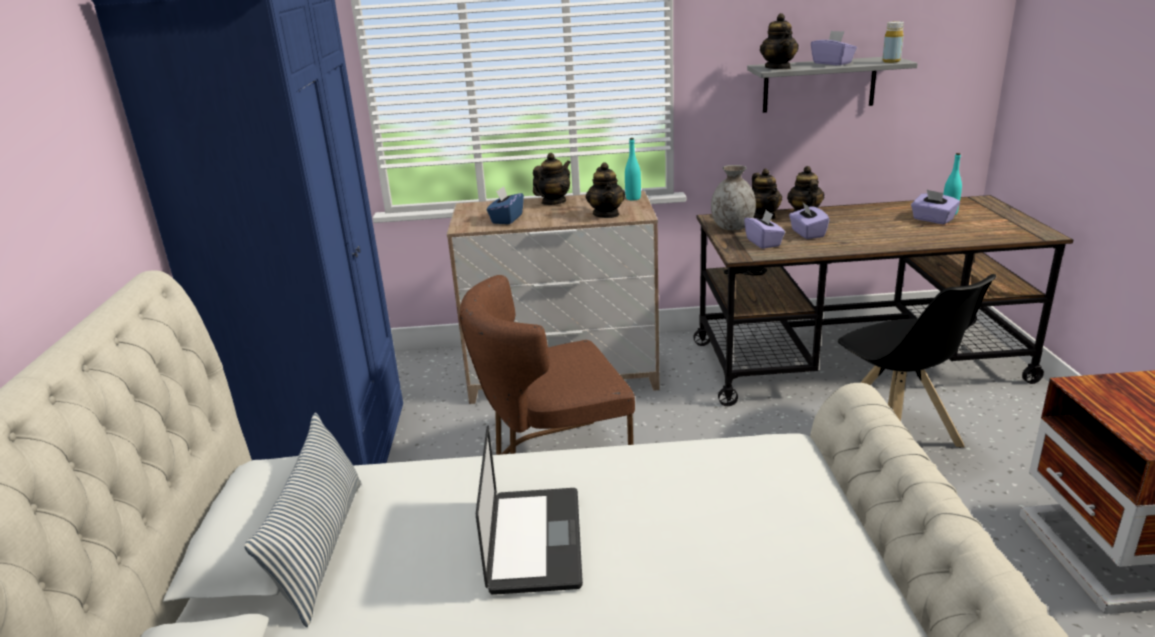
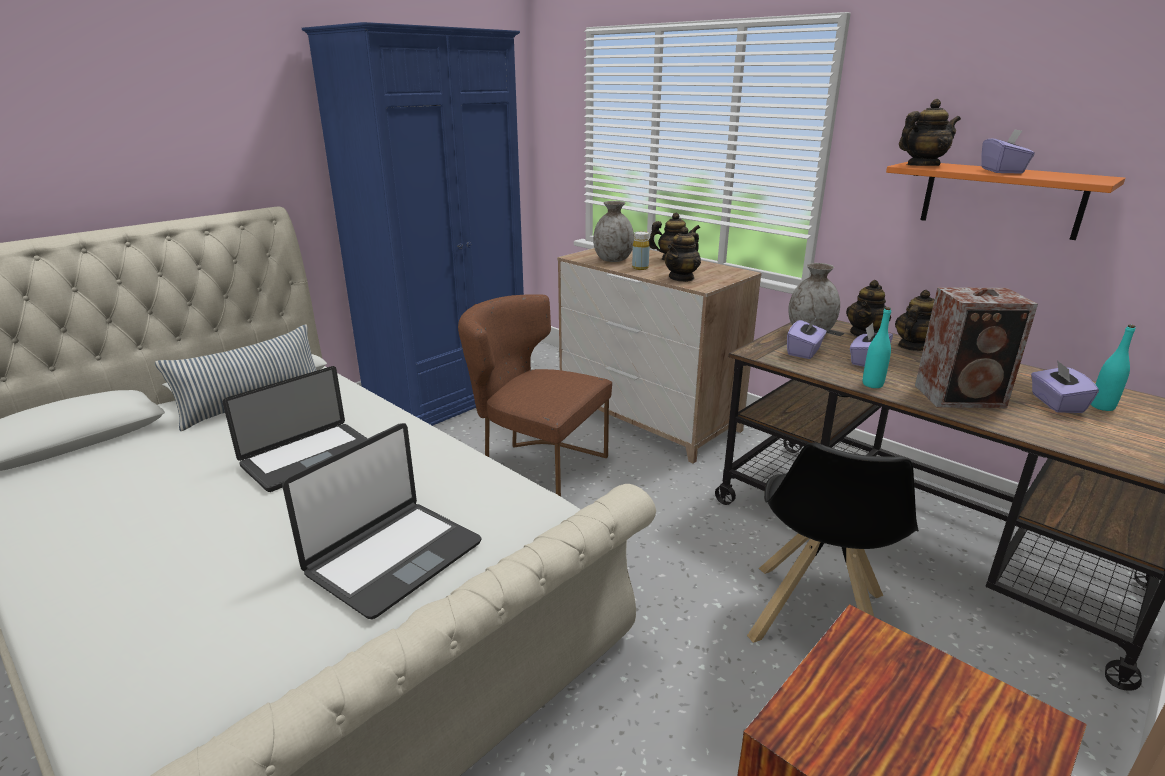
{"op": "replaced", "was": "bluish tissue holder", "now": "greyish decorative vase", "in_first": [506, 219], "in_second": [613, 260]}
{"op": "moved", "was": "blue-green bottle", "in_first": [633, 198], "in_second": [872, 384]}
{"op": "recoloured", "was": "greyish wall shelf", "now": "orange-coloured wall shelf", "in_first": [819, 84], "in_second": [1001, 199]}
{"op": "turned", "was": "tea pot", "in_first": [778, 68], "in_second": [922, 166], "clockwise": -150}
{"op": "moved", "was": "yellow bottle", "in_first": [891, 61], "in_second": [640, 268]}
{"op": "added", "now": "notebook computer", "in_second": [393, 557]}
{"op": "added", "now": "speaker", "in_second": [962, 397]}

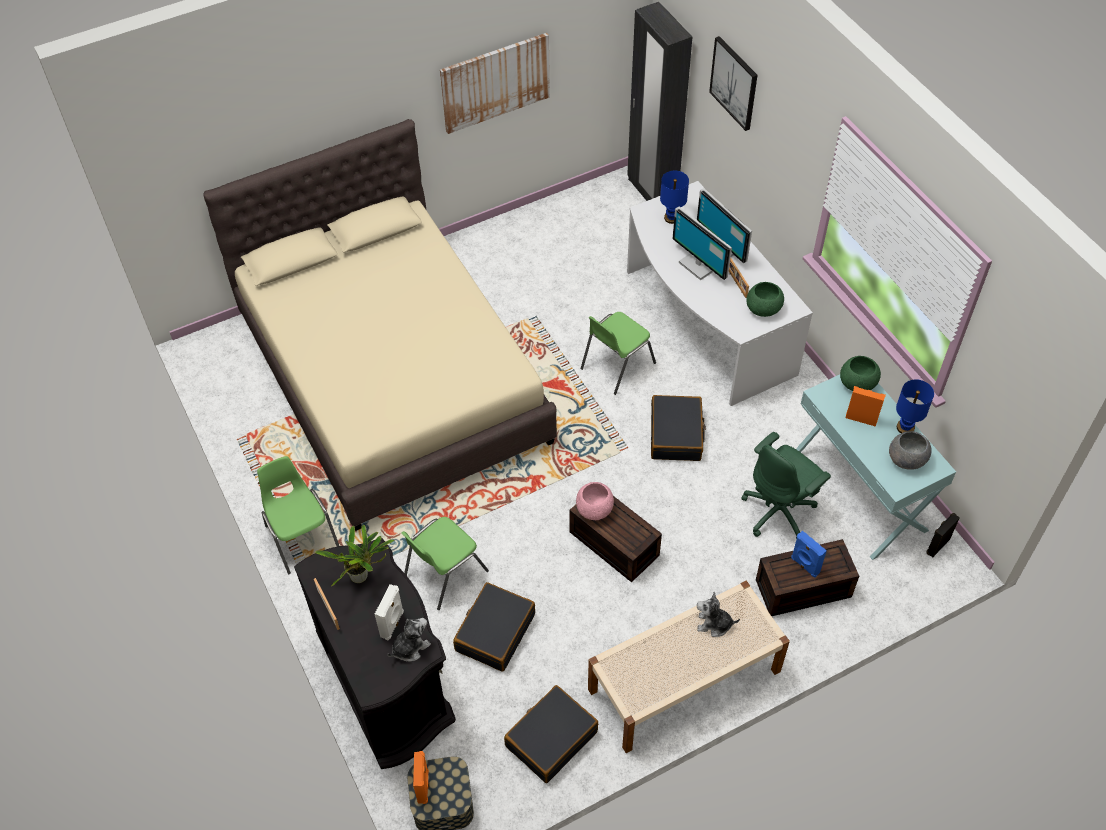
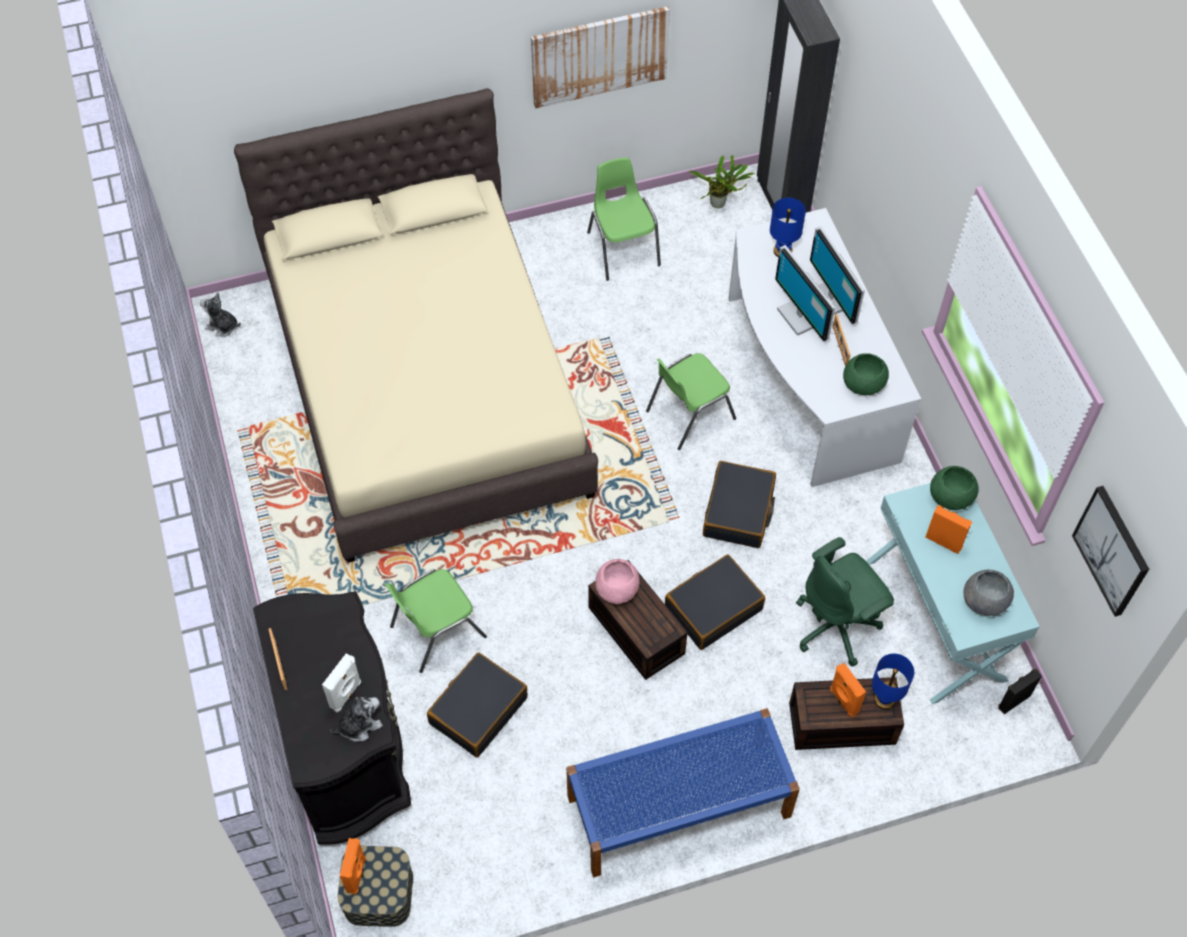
{"op": "moved", "was": "green-coloured plain chair", "in_first": [301, 537], "in_second": [622, 248]}
{"op": "moved", "was": "plant in a pot", "in_first": [362, 576], "in_second": [720, 204]}
{"op": "moved", "was": "blackish piece of luggage", "in_first": [551, 738], "in_second": [713, 608]}
{"op": "recoloured", "was": "sand-coloured bench", "now": "bluish bench", "in_first": [684, 681], "in_second": [679, 807]}
{"op": "moved", "was": "soft toy", "in_first": [714, 624], "in_second": [223, 326]}
{"op": "moved", "was": "wall picture", "in_first": [734, 83], "in_second": [1112, 550]}
{"op": "recoloured", "was": "bluish speaker", "now": "orange-coloured speaker", "in_first": [804, 566], "in_second": [843, 701]}
{"op": "moved", "was": "bluish lamp for a table", "in_first": [905, 428], "in_second": [884, 700]}

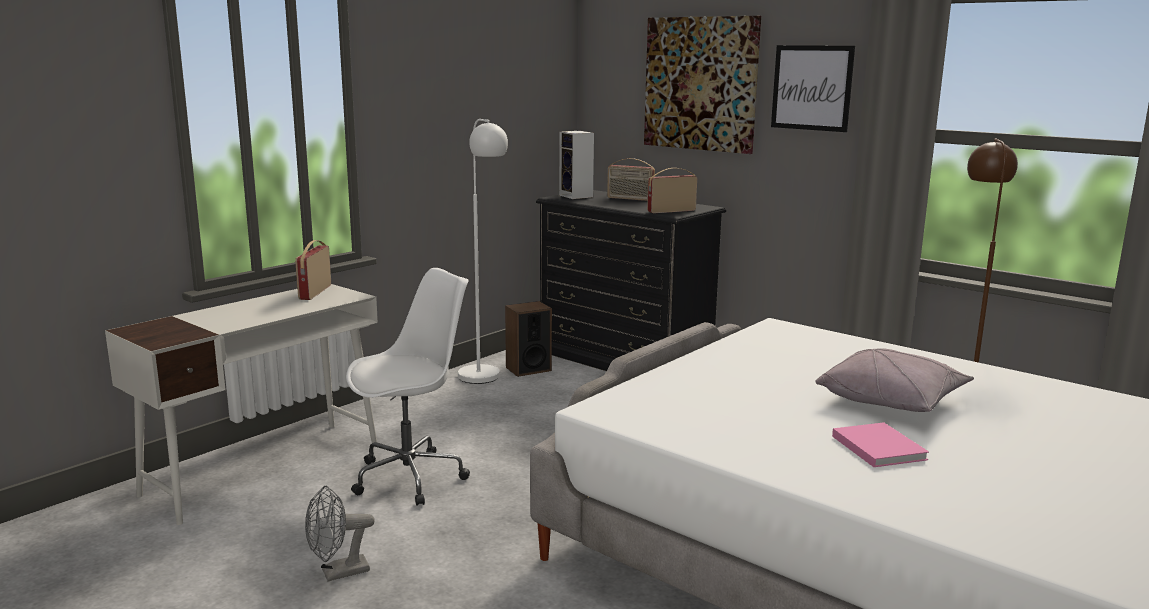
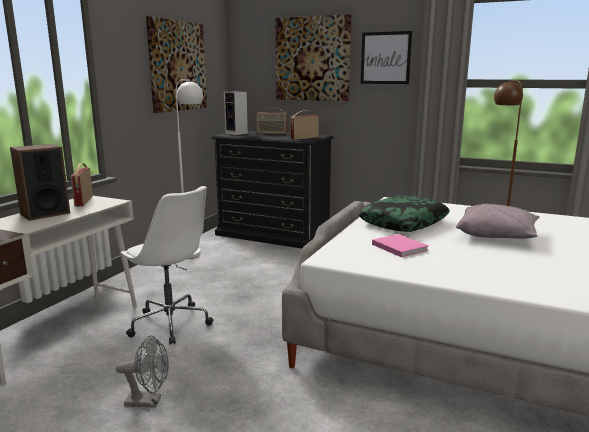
{"op": "turned", "was": "greyish electric fan", "in_first": [338, 573], "in_second": [149, 401], "clockwise": -135}
{"op": "turned", "was": "whitish office chair", "in_first": [411, 477], "in_second": [172, 325], "clockwise": 90}
{"op": "moved", "was": "speaker", "in_first": [528, 369], "in_second": [45, 213]}
{"op": "moved", "was": "pinkish bound book", "in_first": [877, 446], "in_second": [398, 247]}
{"op": "added", "now": "wall picture", "in_second": [177, 66]}
{"op": "added", "now": "throw pillow", "in_second": [404, 222]}

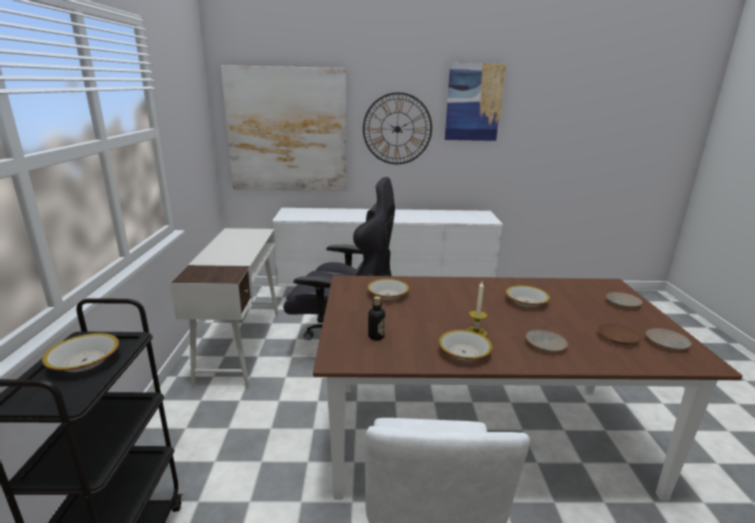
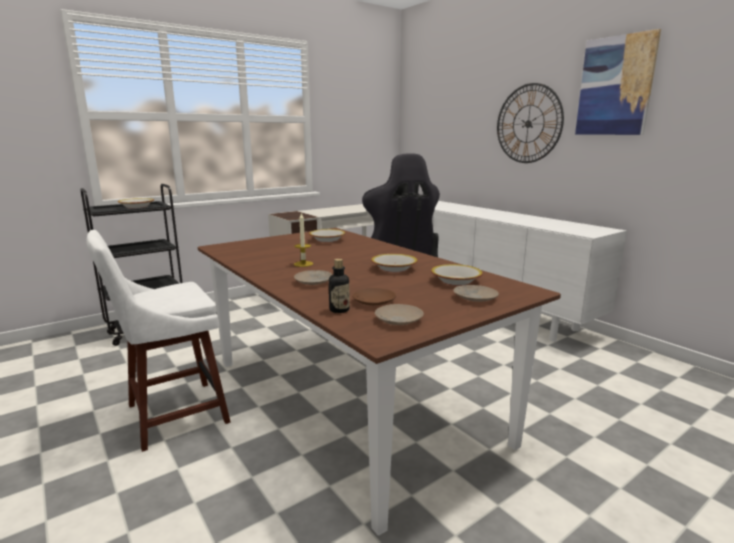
{"op": "removed", "was": "wall picture", "in_first": [287, 131]}
{"op": "moved", "was": "bottle", "in_first": [376, 336], "in_second": [339, 310]}
{"op": "moved", "was": "serving bowl", "in_first": [463, 352], "in_second": [456, 281]}

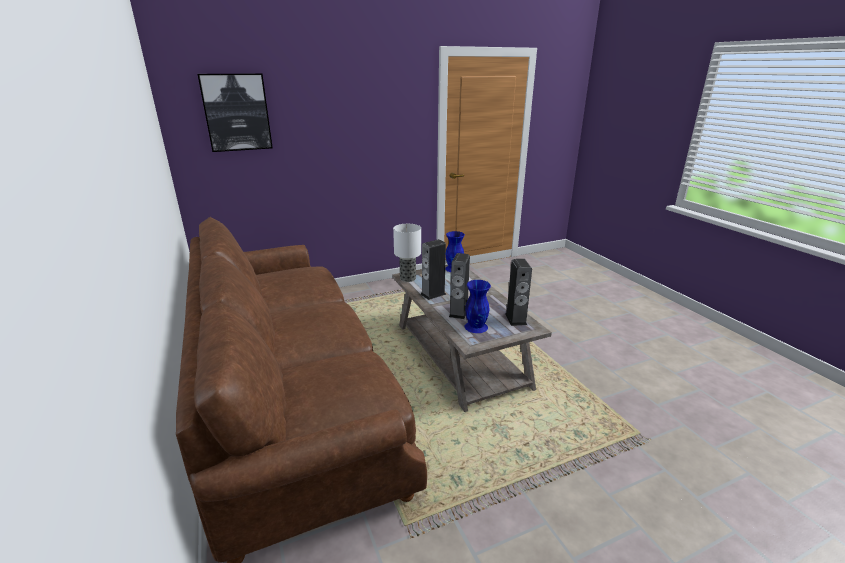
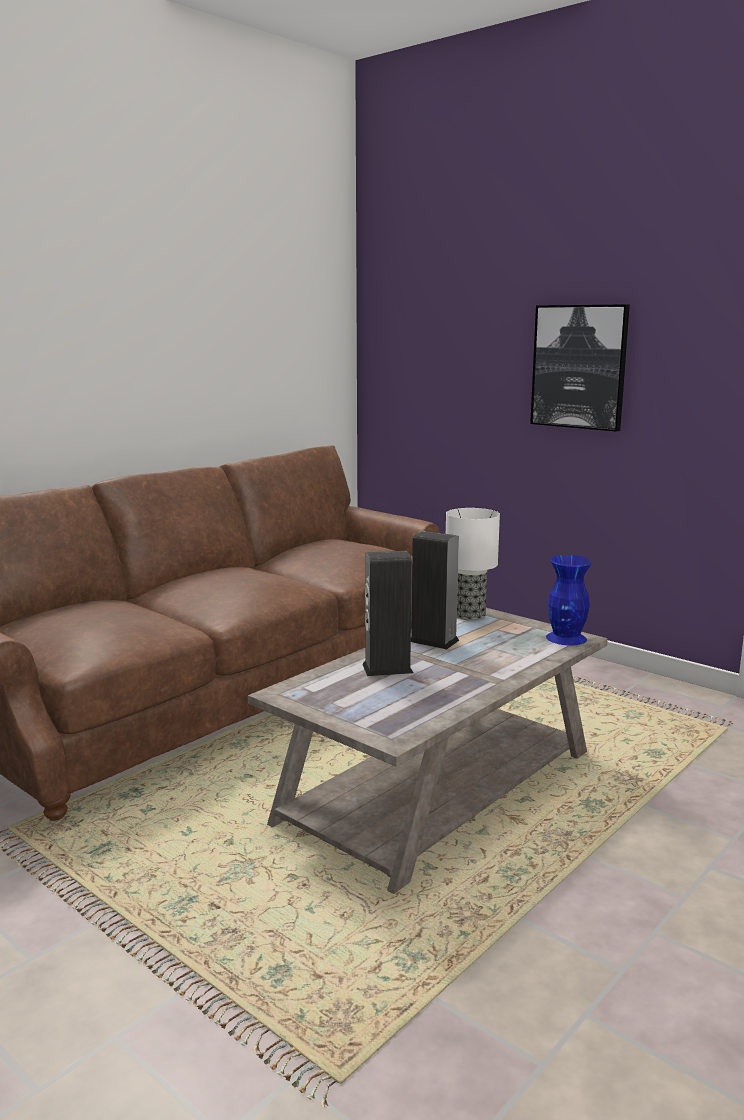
{"op": "moved", "was": "wall picture", "in_first": [236, 112], "in_second": [579, 367]}
{"op": "removed", "was": "bluish decorative vase", "in_first": [476, 326]}
{"op": "removed", "was": "speaker", "in_first": [516, 319]}

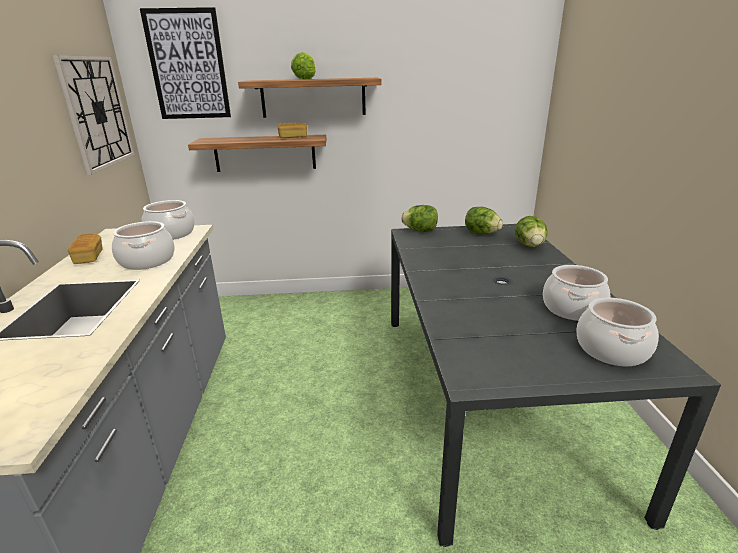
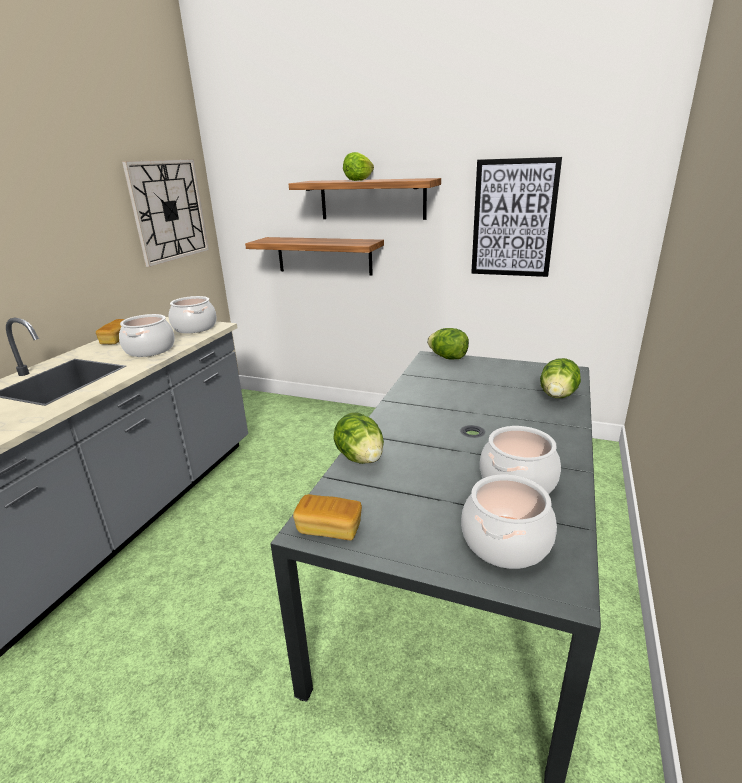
{"op": "moved", "was": "wall picture", "in_first": [188, 65], "in_second": [513, 219]}
{"op": "moved", "was": "bakery bread", "in_first": [293, 137], "in_second": [329, 529]}
{"op": "moved", "was": "lettuce", "in_first": [481, 233], "in_second": [360, 458]}

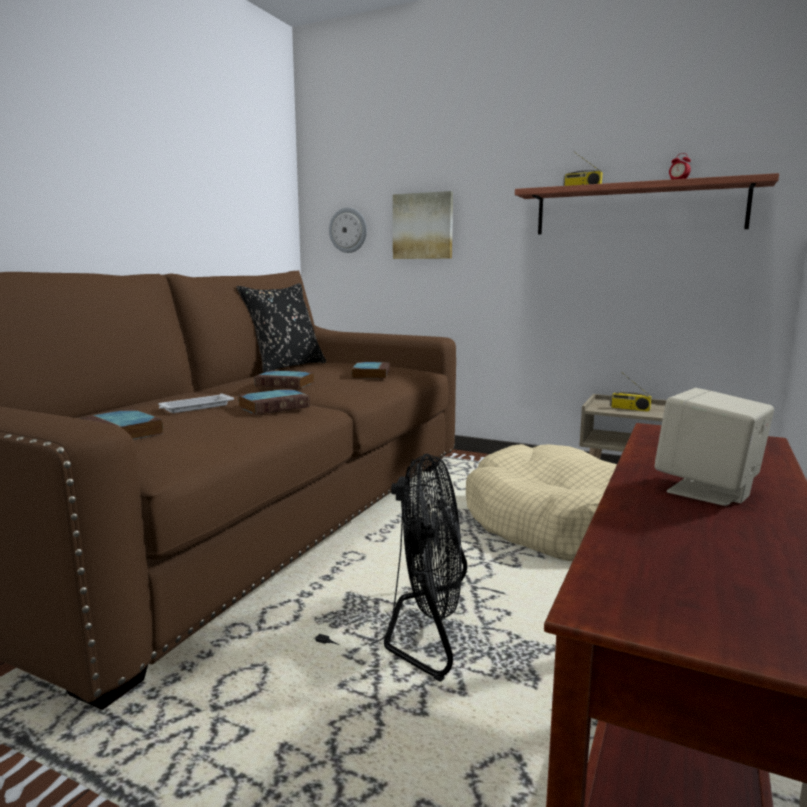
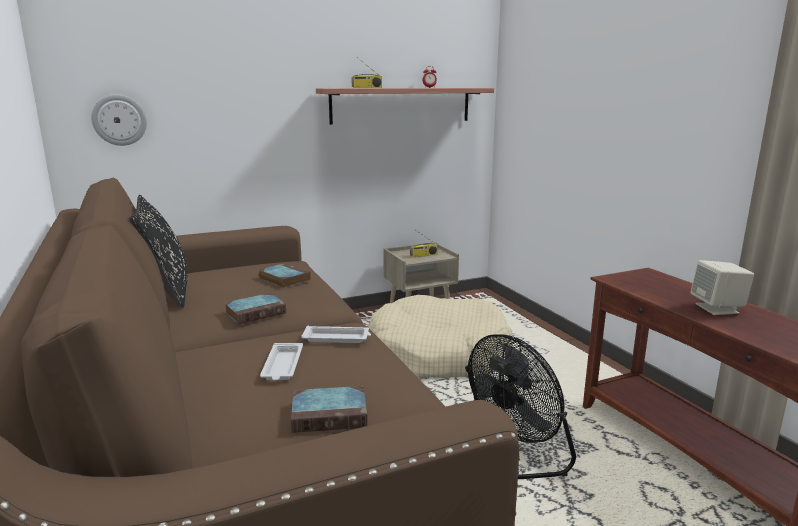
{"op": "replaced", "was": "bound book", "now": "whitish tray", "in_first": [274, 406], "in_second": [337, 338]}
{"op": "removed", "was": "wall picture", "in_first": [423, 226]}

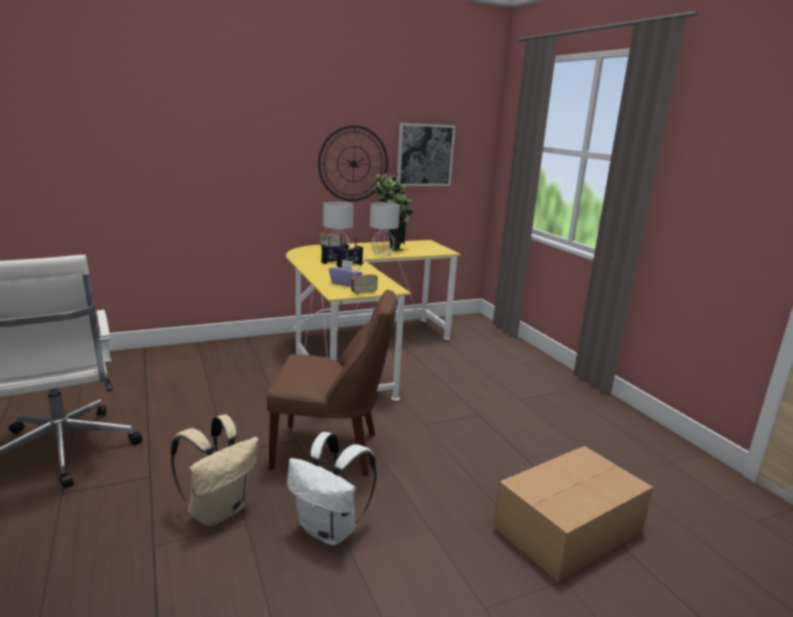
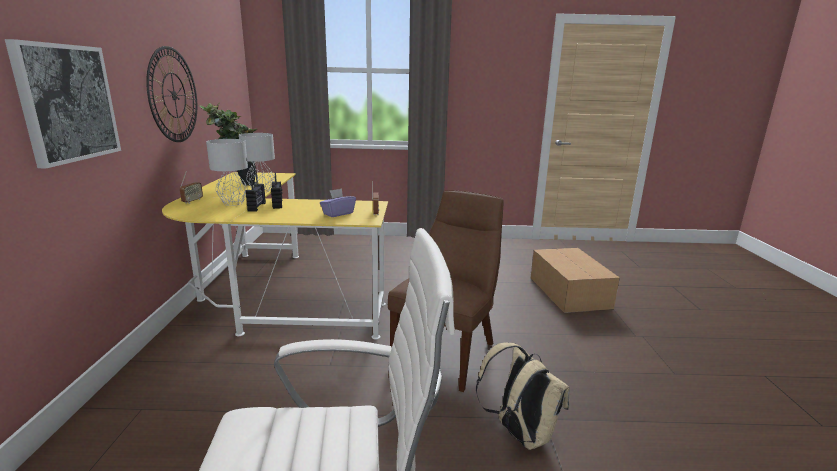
{"op": "removed", "was": "whitish rucksack", "in_first": [330, 530]}
{"op": "moved", "was": "wall picture", "in_first": [424, 155], "in_second": [67, 103]}

